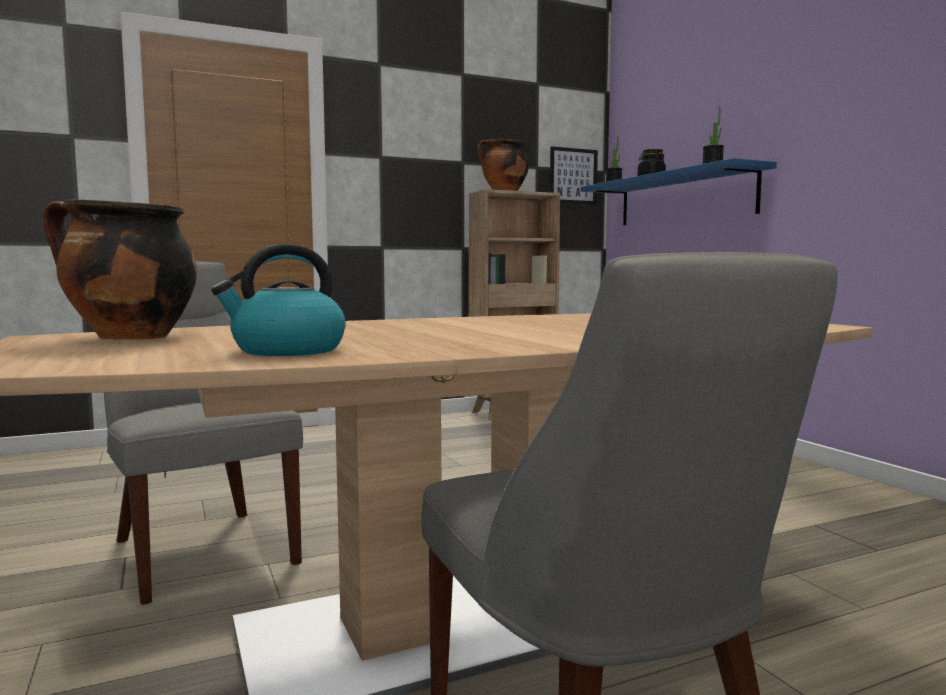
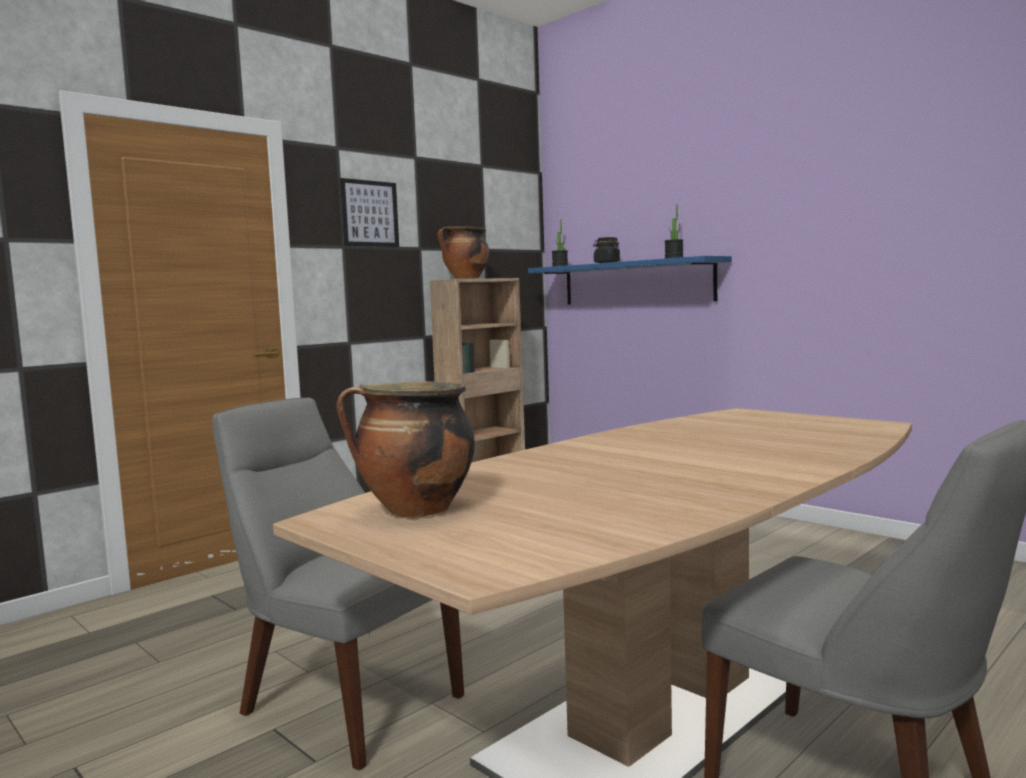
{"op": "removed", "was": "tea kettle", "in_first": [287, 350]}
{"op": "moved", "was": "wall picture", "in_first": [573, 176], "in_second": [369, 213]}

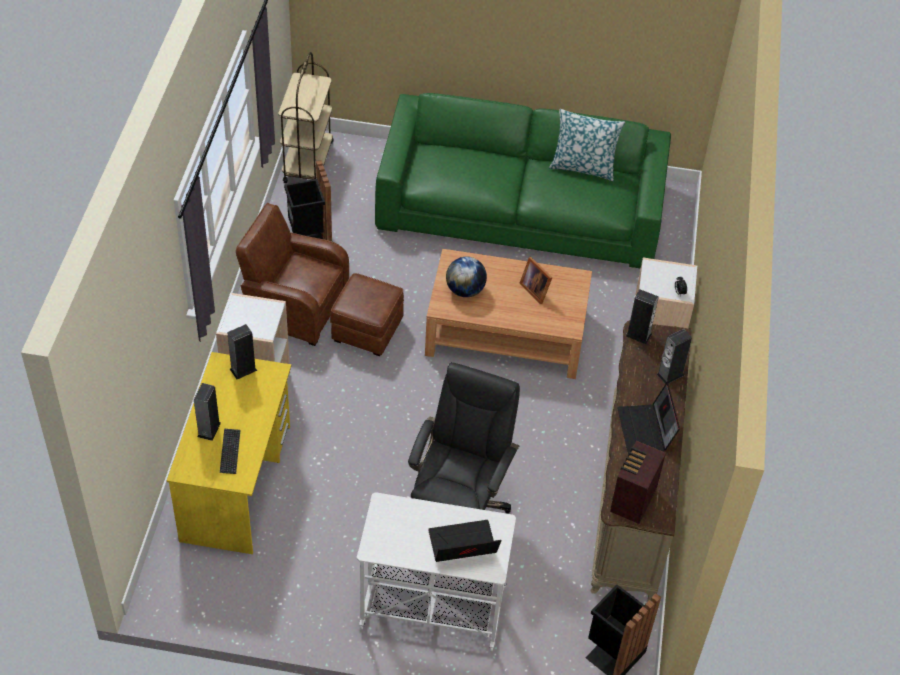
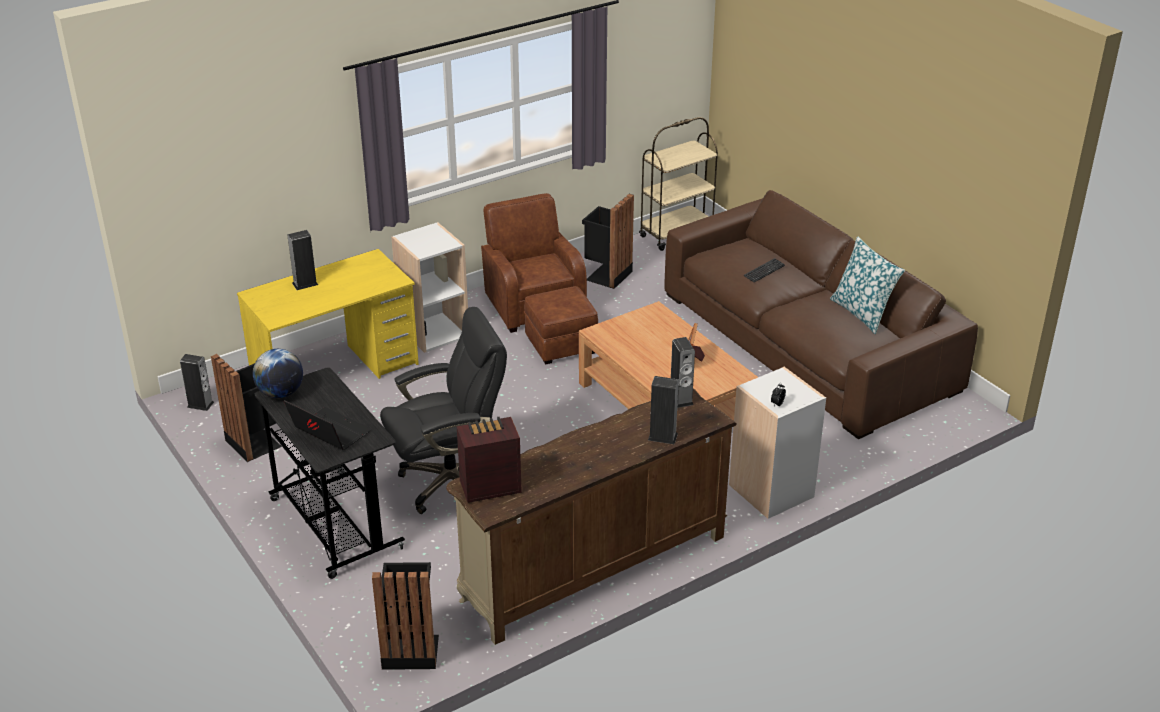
{"op": "moved", "was": "computer keyboard", "in_first": [230, 452], "in_second": [764, 271]}
{"op": "moved", "was": "speaker", "in_first": [243, 369], "in_second": [200, 404]}
{"op": "recoloured", "was": "whitish desk unit", "now": "blackish desk unit", "in_first": [432, 607], "in_second": [336, 524]}
{"op": "recoloured", "was": "green-coloured sofa", "now": "brown-coloured sofa", "in_first": [521, 206], "in_second": [808, 341]}
{"op": "moved", "was": "world globe", "in_first": [465, 290], "in_second": [281, 393]}
{"op": "removed", "was": "notebook computer", "in_first": [646, 430]}
{"op": "added", "now": "blackish waste bin", "in_second": [255, 442]}

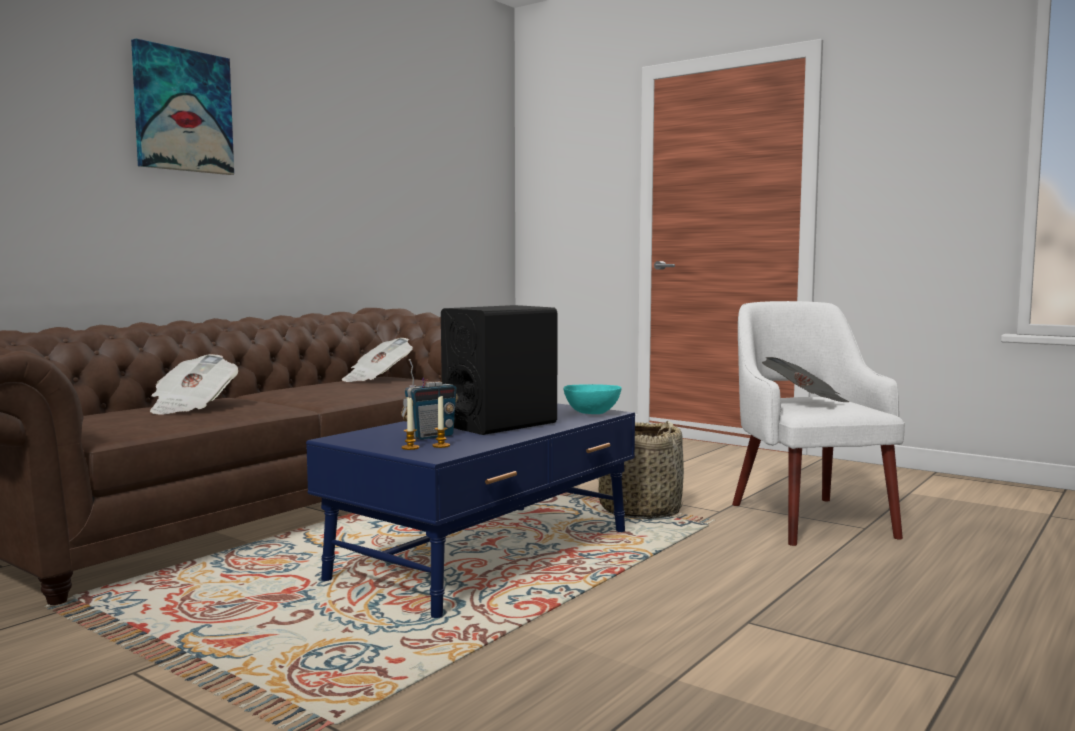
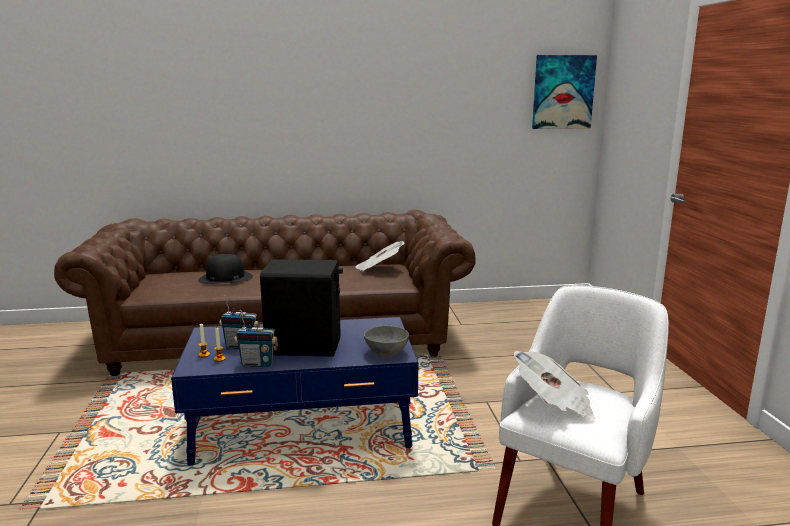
{"op": "moved", "was": "wall picture", "in_first": [183, 111], "in_second": [563, 92]}
{"op": "replaced", "was": "daily paper", "now": "blackish wearable hat", "in_first": [192, 407], "in_second": [225, 278]}
{"op": "recoloured", "was": "blue-green serving bowl", "now": "greyish serving bowl", "in_first": [592, 413], "in_second": [386, 353]}
{"op": "removed", "was": "storage basket", "in_first": [639, 511]}
{"op": "added", "now": "radio set", "in_second": [258, 364]}

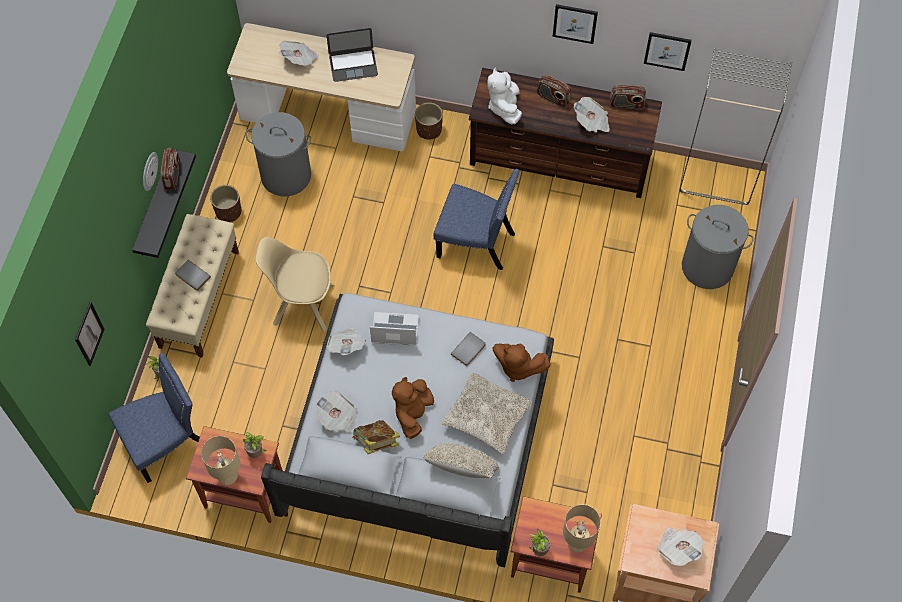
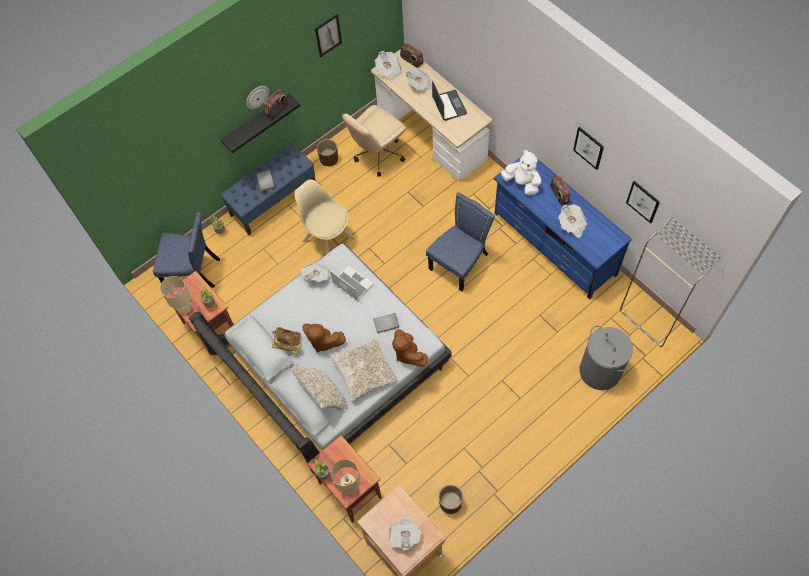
{"op": "moved", "was": "wall picture", "in_first": [89, 334], "in_second": [328, 35]}
{"op": "recoloured", "was": "sand-coloured bench", "now": "bluish bench", "in_first": [199, 298], "in_second": [273, 200]}
{"op": "replaced", "was": "greyish hamper", "now": "sand-coloured office chair", "in_first": [285, 175], "in_second": [378, 156]}
{"op": "moved", "was": "daily paper", "in_first": [338, 418], "in_second": [388, 71]}
{"op": "turned", "was": "notebook computer", "in_first": [353, 65], "in_second": [449, 105], "clockwise": -135}
{"op": "turned", "was": "brown-coloured soft toy", "in_first": [413, 413], "in_second": [323, 341], "clockwise": -120}
{"op": "moved", "was": "brown-coloured plant pot", "in_first": [428, 130], "in_second": [450, 503]}
{"op": "turned", "was": "bluish plain chair", "in_first": [474, 243], "in_second": [459, 264], "clockwise": -105}
{"op": "recoloured", "was": "brown-coloured dresser", "now": "bluish dresser", "in_first": [560, 162], "in_second": [554, 245]}
{"op": "turned", "was": "whitish soft toy", "in_first": [504, 107], "in_second": [522, 183], "clockwise": 90}
{"op": "moved", "was": "radio set", "in_first": [626, 104], "in_second": [411, 61]}

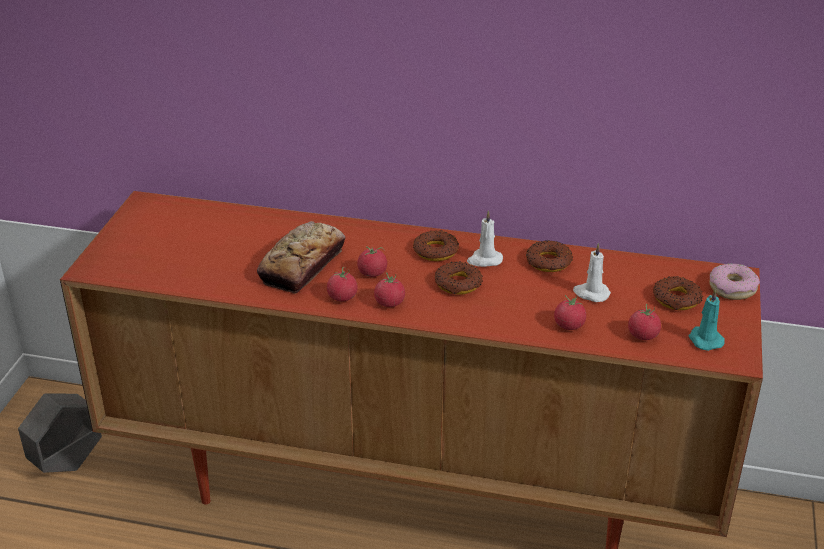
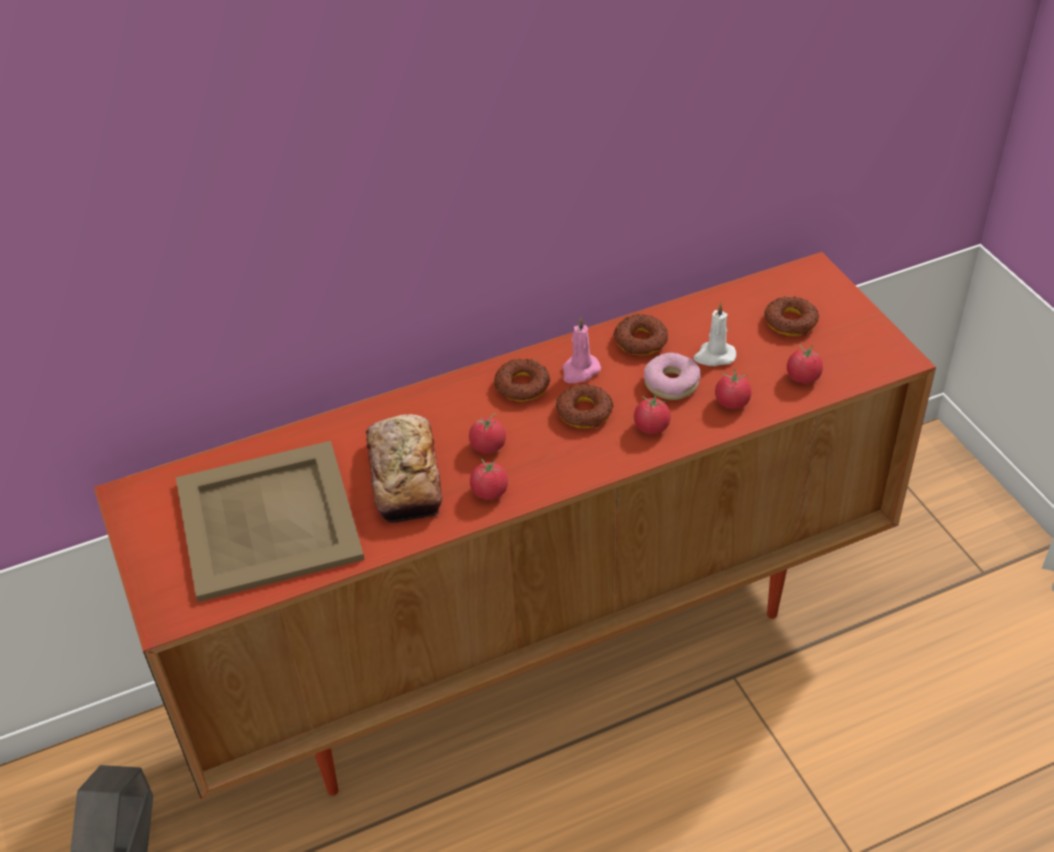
{"op": "moved", "was": "fresh tomato", "in_first": [389, 303], "in_second": [651, 427]}
{"op": "recoloured", "was": "whitish candle", "now": "pinkish candle", "in_first": [484, 260], "in_second": [580, 371]}
{"op": "removed", "was": "blue-green candle", "in_first": [704, 339]}
{"op": "moved", "was": "donut", "in_first": [732, 288], "in_second": [671, 383]}
{"op": "added", "now": "sand-coloured tray", "in_second": [270, 520]}

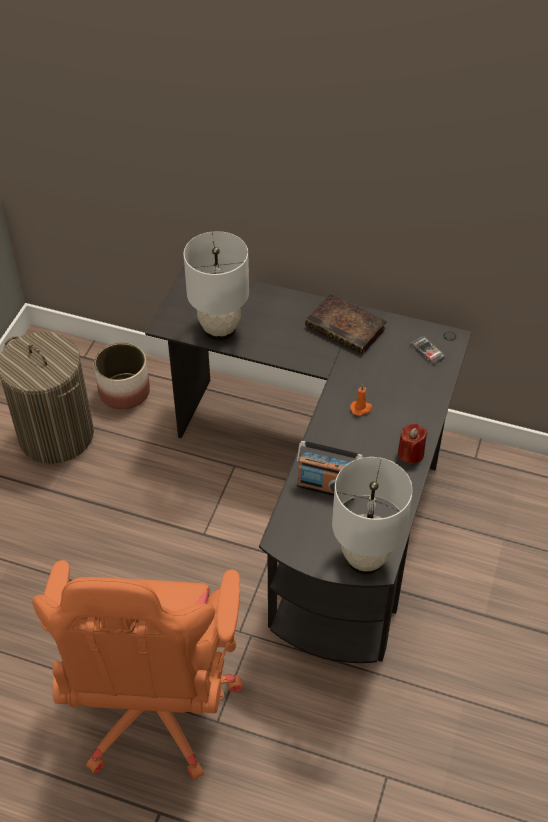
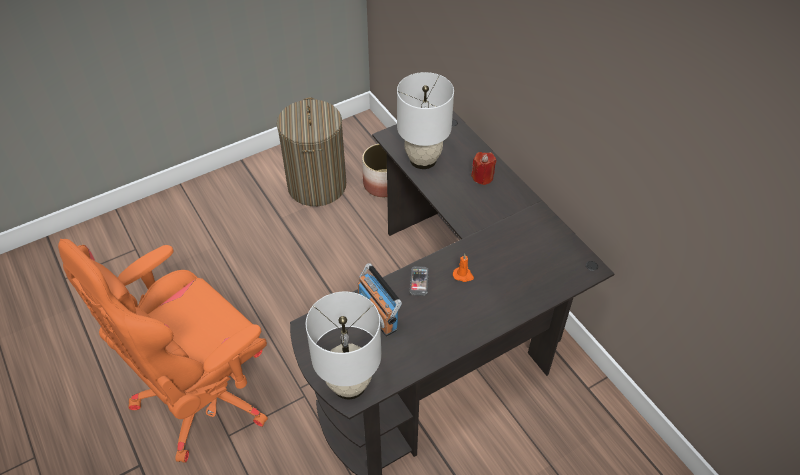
{"op": "removed", "was": "bound book", "in_first": [347, 328]}
{"op": "moved", "was": "red candle", "in_first": [410, 453], "in_second": [482, 177]}
{"op": "moved", "was": "handset", "in_first": [427, 351], "in_second": [419, 281]}

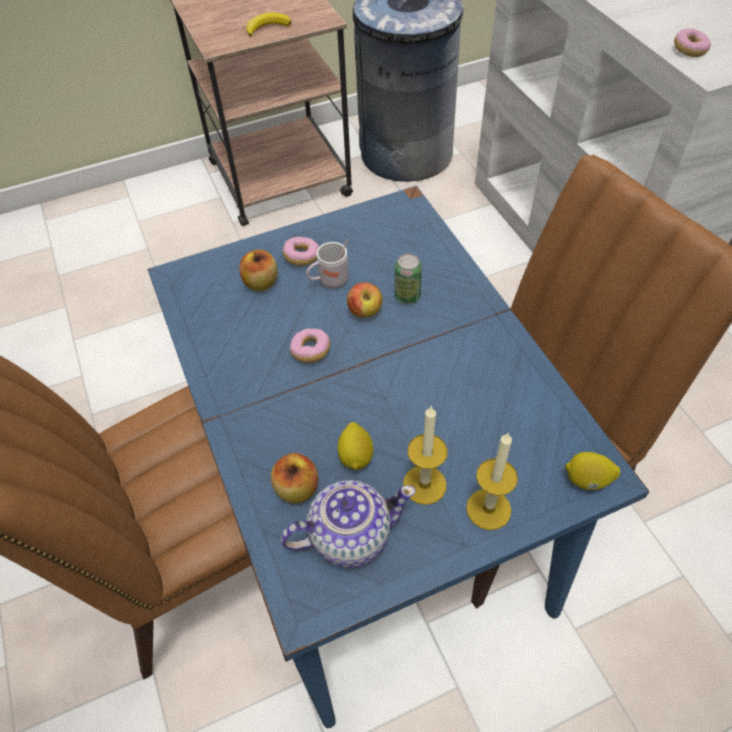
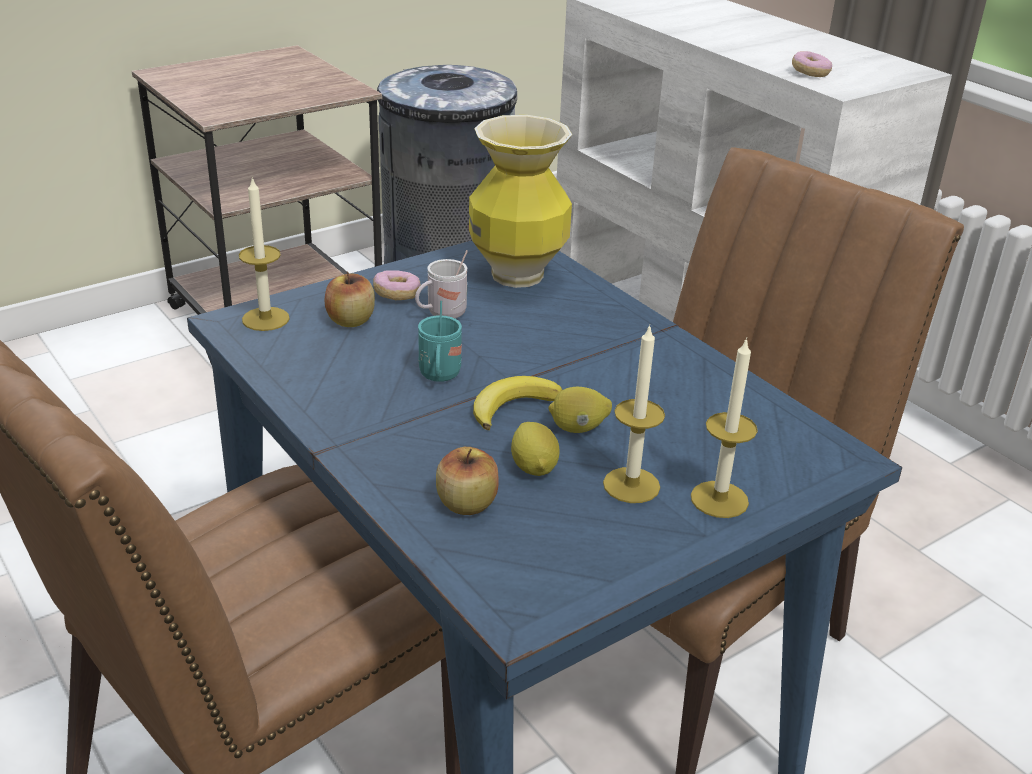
{"op": "moved", "was": "banana fruit", "in_first": [267, 27], "in_second": [512, 406]}
{"op": "removed", "was": "tea pot", "in_first": [349, 535]}
{"op": "replaced", "was": "donut", "now": "blue-green coffee mug", "in_first": [310, 351], "in_second": [439, 377]}
{"op": "removed", "was": "apple", "in_first": [365, 311]}
{"op": "removed", "was": "metal can", "in_first": [407, 296]}
{"op": "moved", "was": "citrus fruit", "in_first": [587, 480], "in_second": [578, 428]}
{"op": "added", "now": "candle", "in_second": [265, 319]}
{"op": "added", "now": "decorative vase", "in_second": [517, 275]}

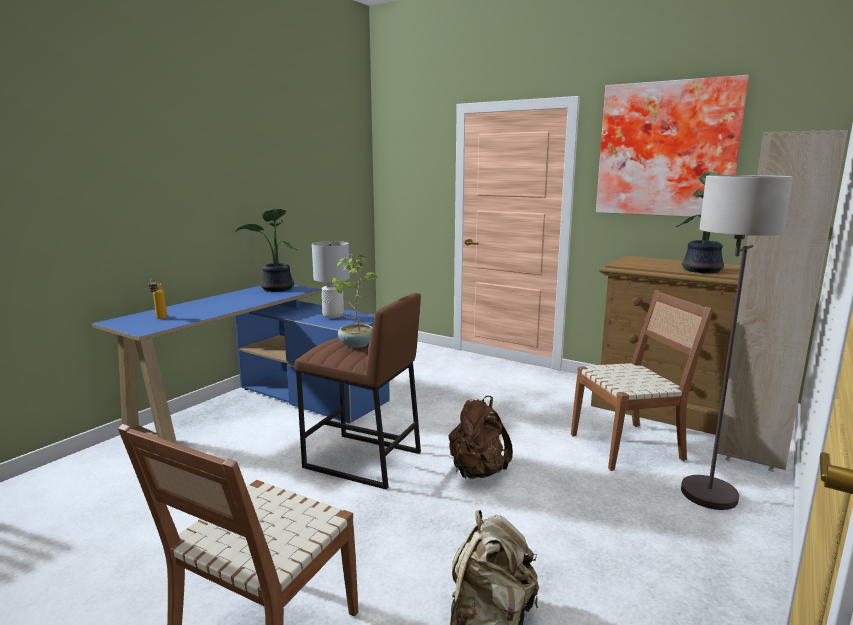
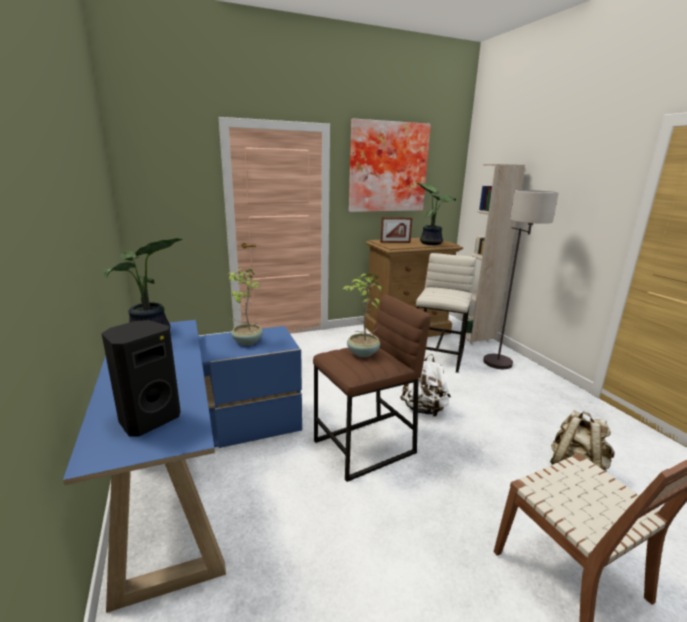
{"op": "replaced", "was": "bottle", "now": "blackish speaker", "in_first": [159, 318], "in_second": [148, 419]}
{"op": "replaced", "was": "greyish lamp for a table", "now": "plant in a pot", "in_first": [333, 317], "in_second": [246, 342]}
{"op": "recoloured", "was": "brown-coloured rucksack", "now": "whitish rucksack", "in_first": [477, 472], "in_second": [424, 409]}
{"op": "replaced", "was": "plain chair", "now": "sand-coloured sitting stool", "in_first": [630, 446], "in_second": [438, 356]}
{"op": "added", "now": "standing frame", "in_second": [395, 242]}

